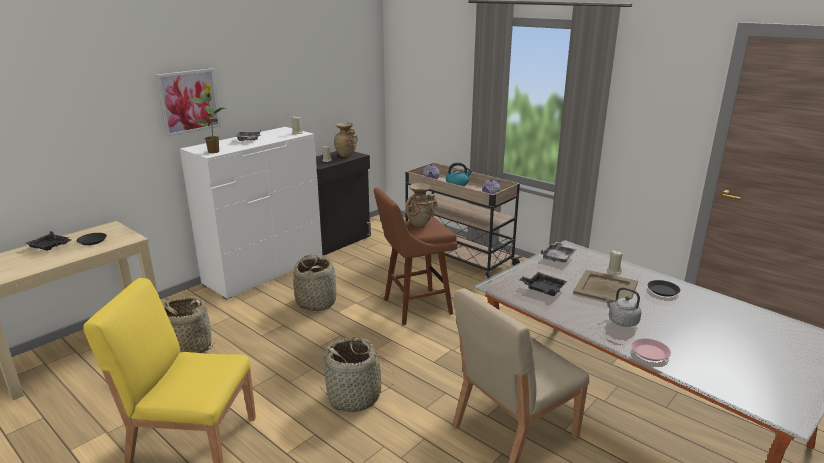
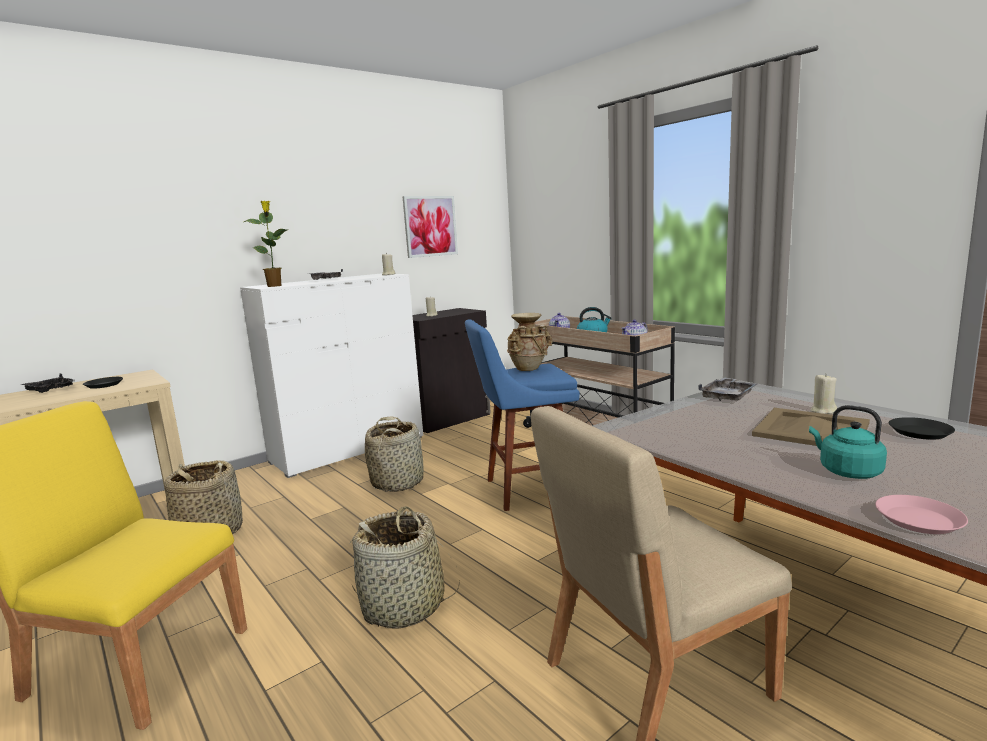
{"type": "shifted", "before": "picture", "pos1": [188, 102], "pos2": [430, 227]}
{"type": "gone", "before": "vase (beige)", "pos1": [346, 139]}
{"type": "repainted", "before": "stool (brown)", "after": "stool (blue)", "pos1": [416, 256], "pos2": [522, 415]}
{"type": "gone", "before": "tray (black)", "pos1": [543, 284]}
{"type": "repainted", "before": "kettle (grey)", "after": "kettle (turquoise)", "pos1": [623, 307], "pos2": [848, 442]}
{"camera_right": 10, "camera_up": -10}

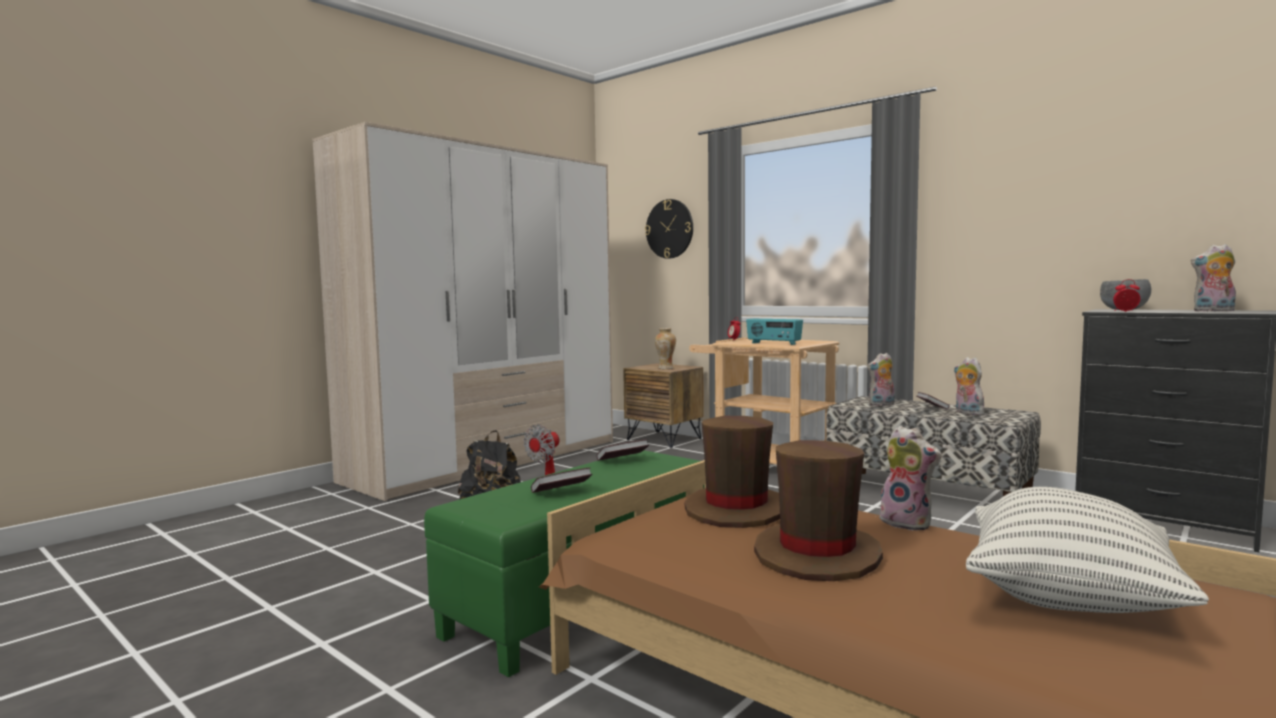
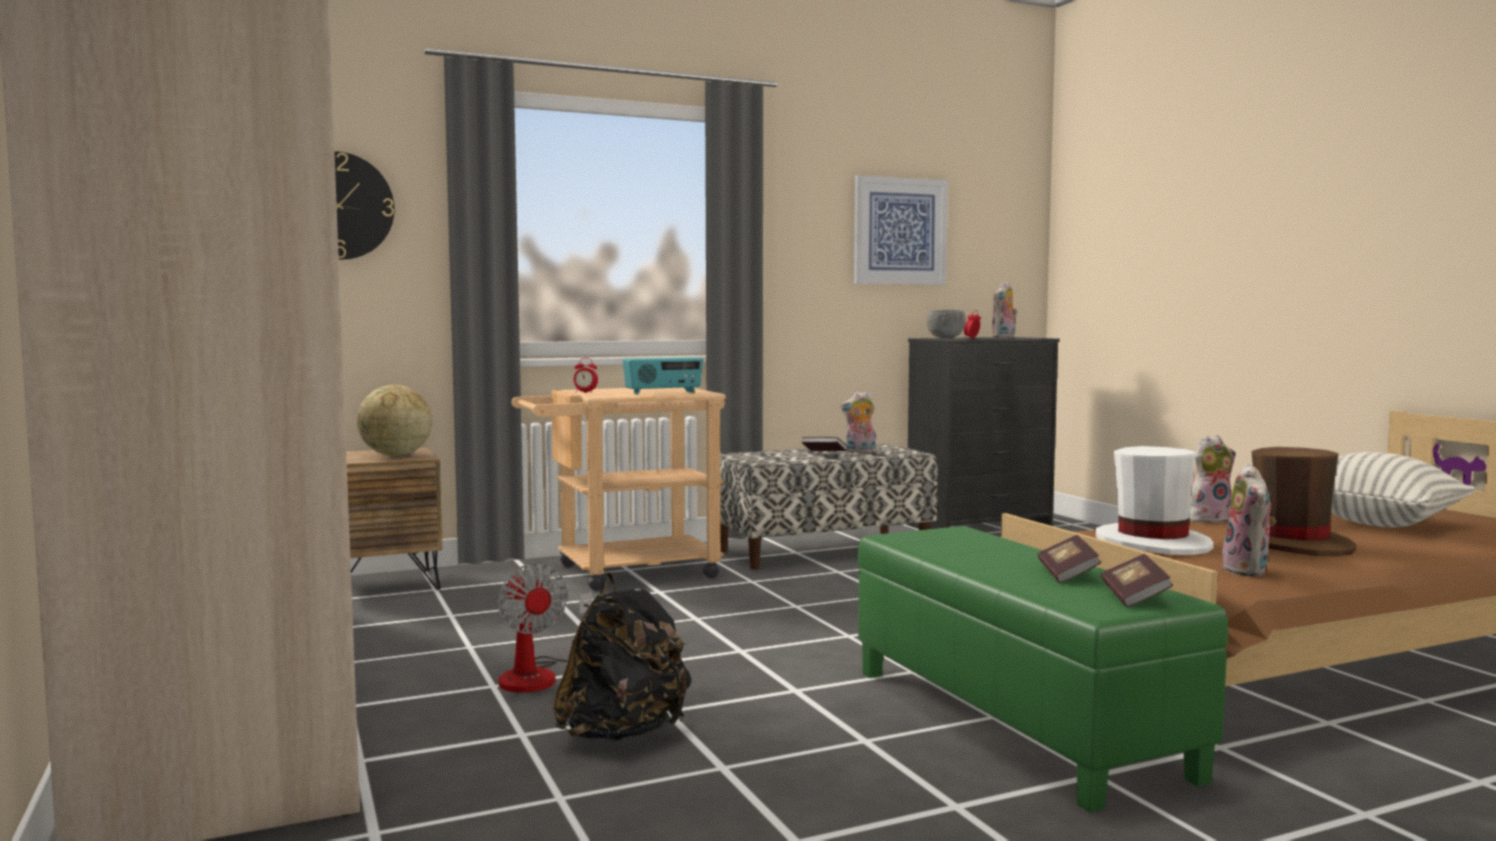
{"type": "swapped", "before": "vase", "after": "globe", "pos1": [665, 348], "pos2": [394, 420]}
{"type": "shifted", "before": "plush toy", "pos1": [881, 379], "pos2": [1249, 520]}
{"type": "repainted", "before": "hat (brown)", "after": "hat (white)", "pos1": [732, 472], "pos2": [1155, 500]}
{"type": "shifted", "before": "book", "pos1": [622, 450], "pos2": [1137, 580]}
{"type": "new", "after": "picture", "pos2": [901, 230]}
{"camera_right": -65, "camera_up": 0}

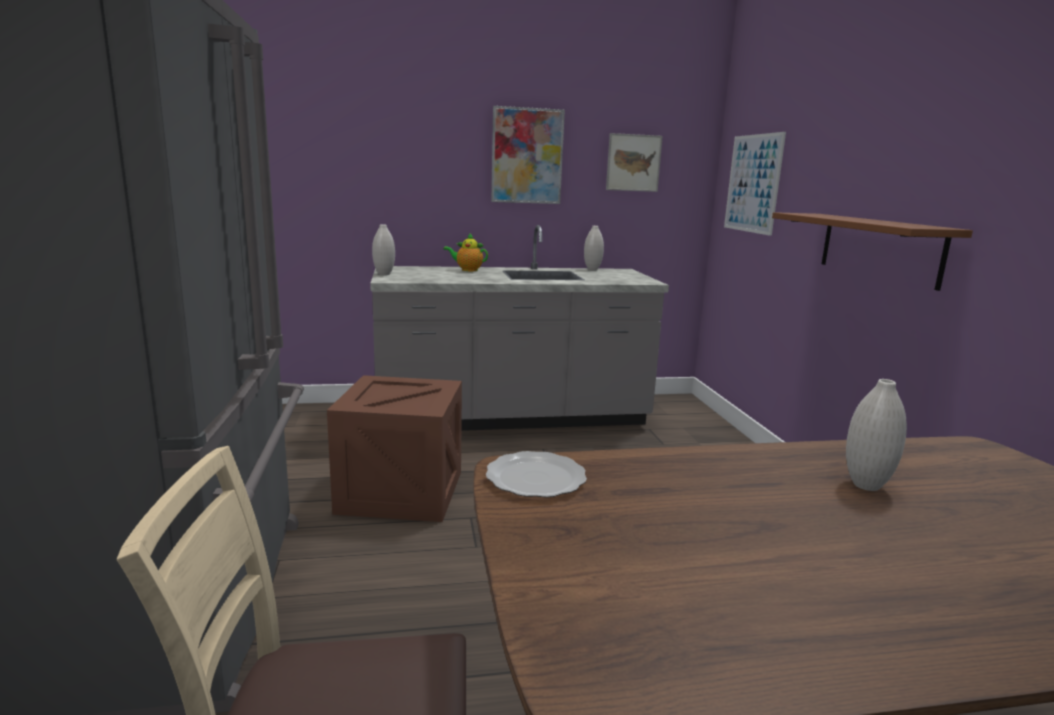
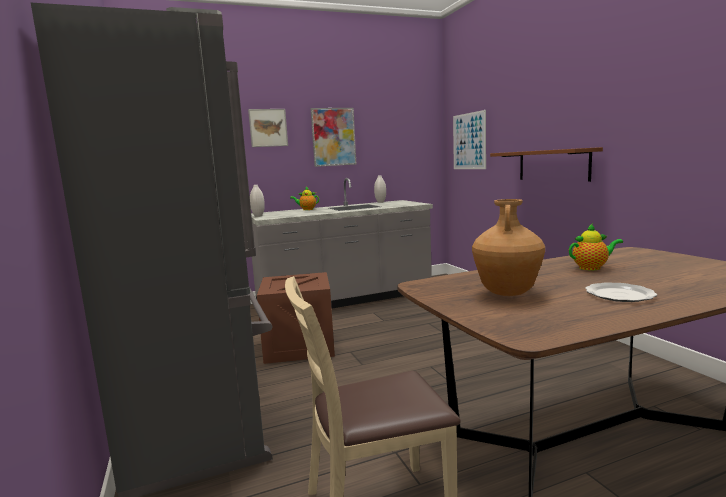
{"type": "shifted", "before": "picture", "pos1": [634, 162], "pos2": [268, 128]}
{"type": "swapped", "before": "vase (white)", "after": "teapot", "pos1": [876, 435], "pos2": [596, 247]}
{"type": "shifted", "before": "plate", "pos1": [536, 474], "pos2": [621, 292]}
{"type": "new", "after": "vase (brown)", "pos2": [508, 247]}
{"camera_right": -10, "camera_up": -5}

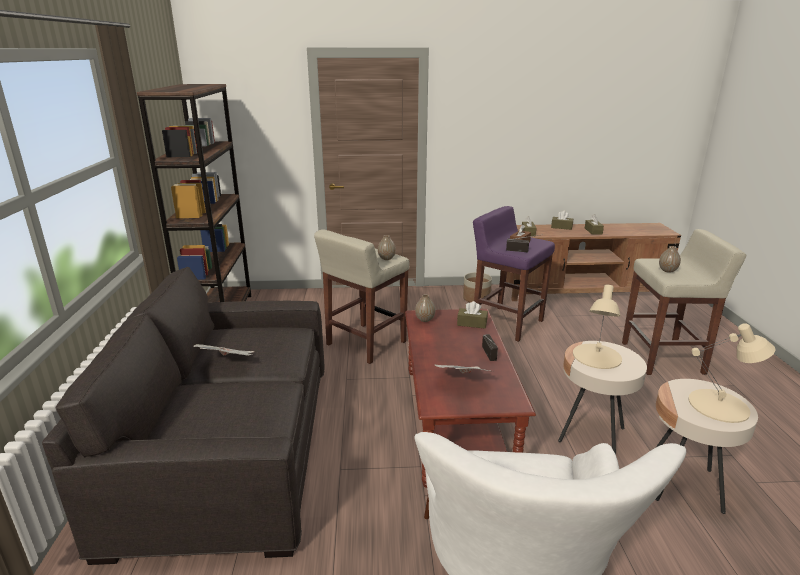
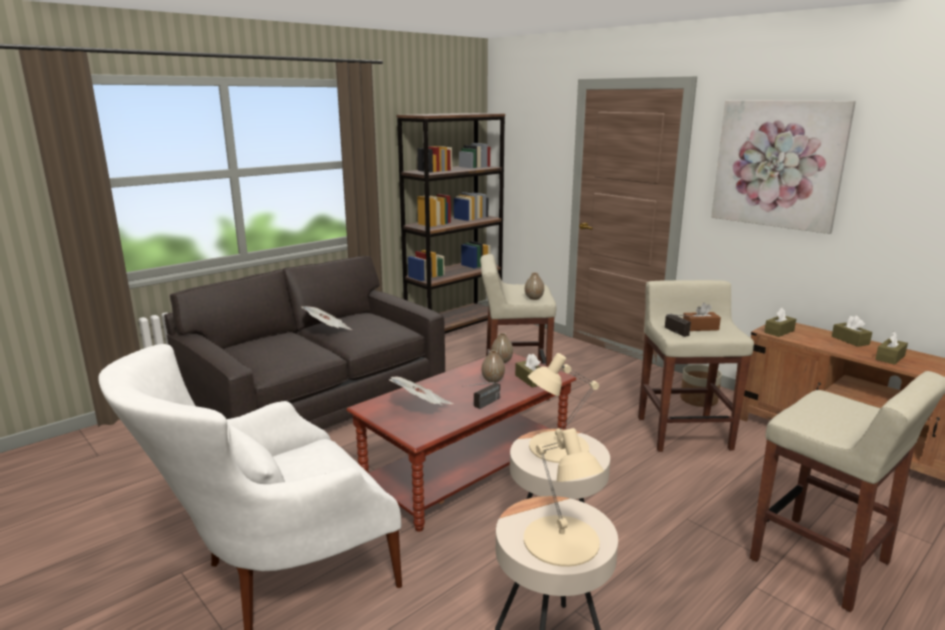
{"type": "repainted", "before": "stool (purple)", "after": "stool (beige)", "pos1": [514, 274], "pos2": [696, 366]}
{"type": "shifted", "before": "vase", "pos1": [670, 259], "pos2": [493, 366]}
{"type": "new", "after": "picture", "pos2": [783, 167]}
{"camera_right": 50, "camera_up": -5}

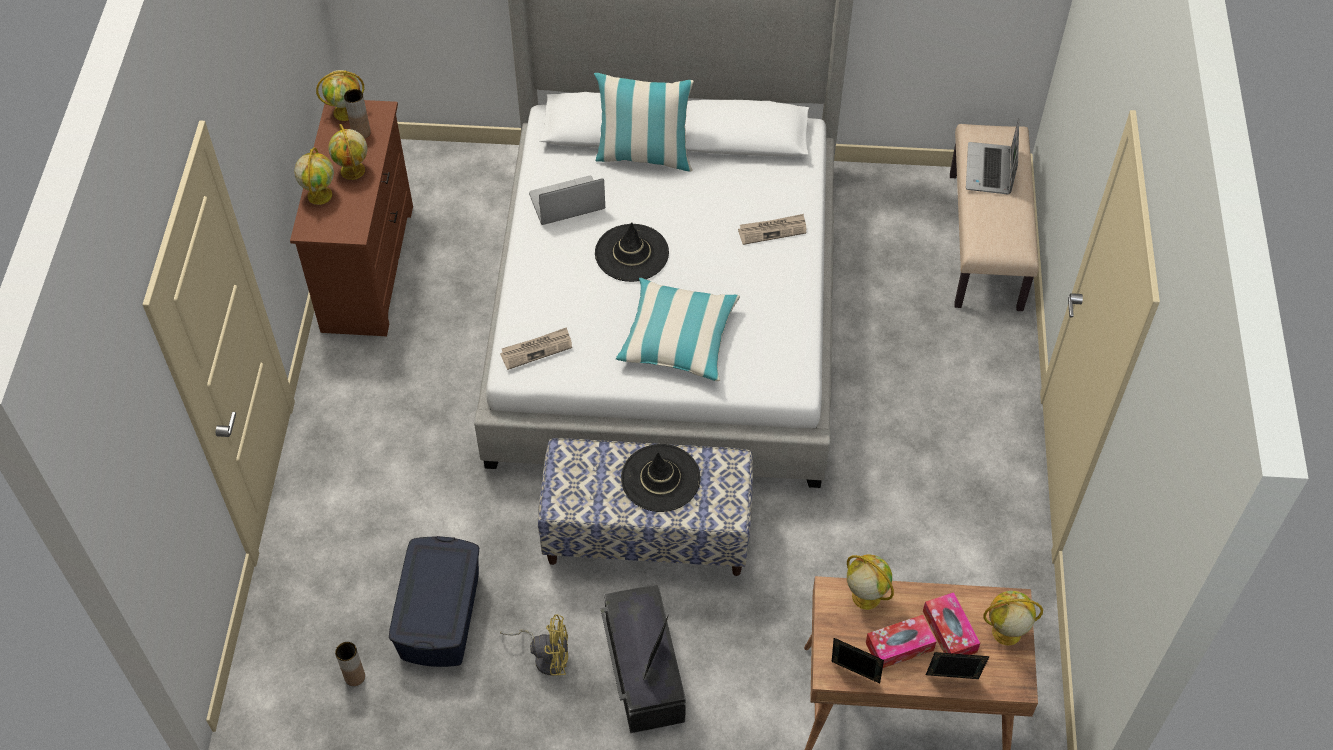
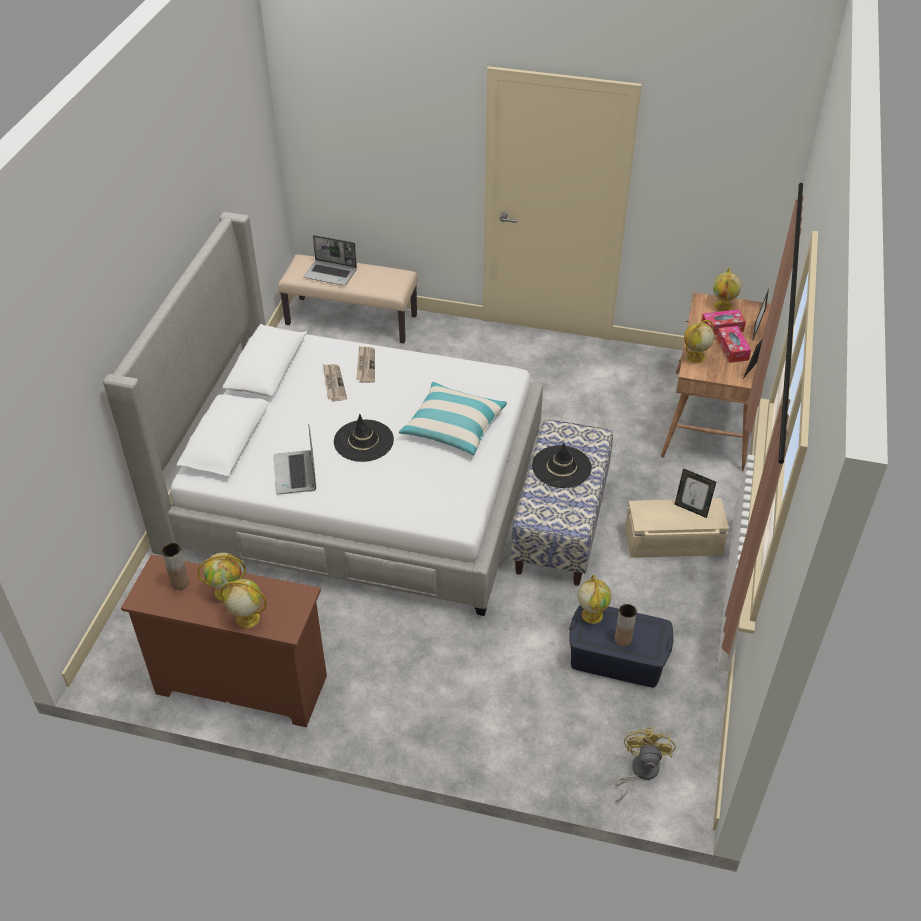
{"type": "shifted", "before": "globe", "pos1": [340, 95], "pos2": [595, 599]}
{"type": "gone", "before": "pillow", "pos1": [644, 122]}
{"type": "shifted", "before": "newspaper", "pos1": [536, 348], "pos2": [335, 382]}
{"type": "repainted", "before": "storage box (black)", "after": "storage box (beige)", "pos1": [643, 658], "pos2": [677, 528]}
{"type": "shifted", "before": "fan (yellow)", "pos1": [534, 645], "pos2": [645, 764]}
{"type": "shifted", "before": "vase (brown)", "pos1": [350, 664], "pos2": [626, 625]}
{"camera_right": -80, "camera_up": -10}

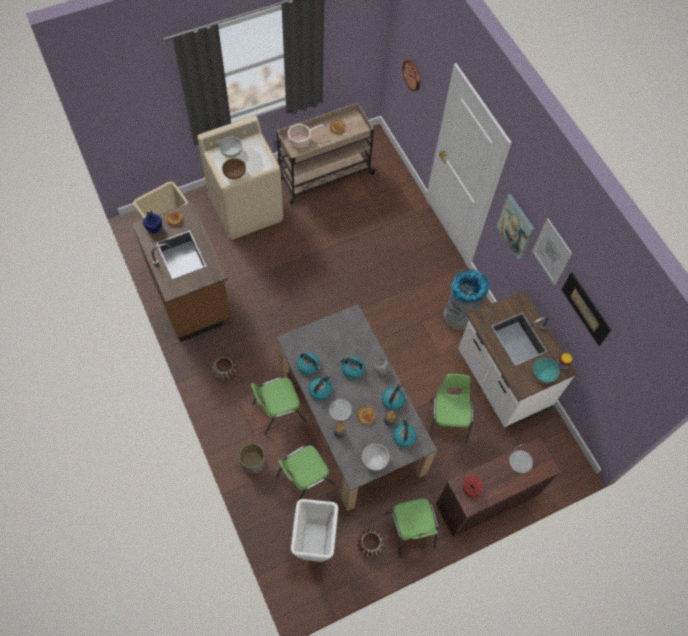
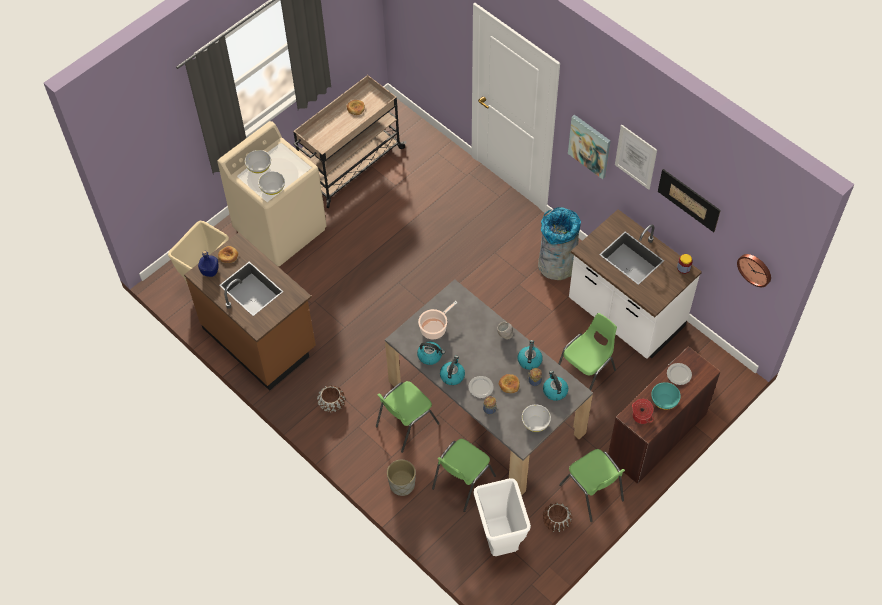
{"type": "shifted", "before": "wall clock", "pos1": [411, 76], "pos2": [754, 270]}
{"type": "shifted", "before": "cooking pot", "pos1": [306, 136], "pos2": [438, 320]}
{"type": "repainted", "before": "bowl (brown)", "after": "bowl (white)", "pos1": [234, 169], "pos2": [271, 183]}
{"type": "gone", "before": "kettle", "pos1": [352, 368]}
{"type": "shifted", "before": "bowl (turquoise)", "pos1": [546, 370], "pos2": [666, 395]}
{"type": "rotated", "before": "chair (green)", "pos1": [451, 408], "pos2": [587, 351], "turn": 60}
{"camera_right": -15, "camera_up": -5}

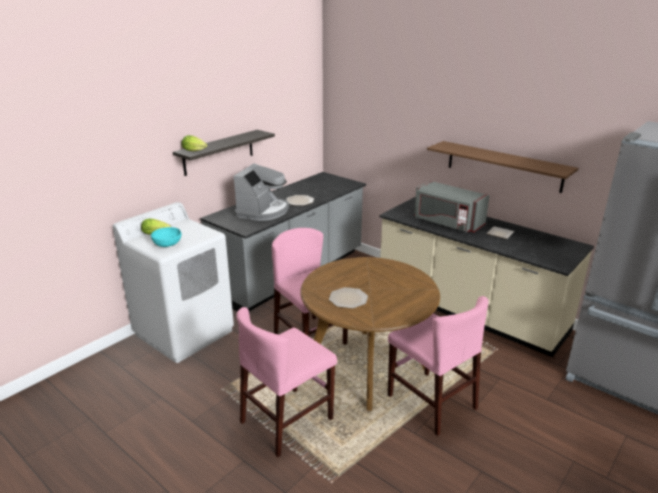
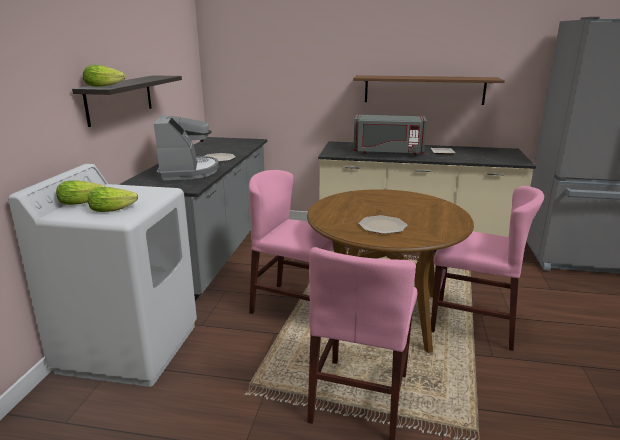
{"type": "swapped", "before": "bowl (turquoise)", "after": "lettuce", "pos1": [166, 237], "pos2": [113, 199]}
{"camera_right": -30, "camera_up": -5}

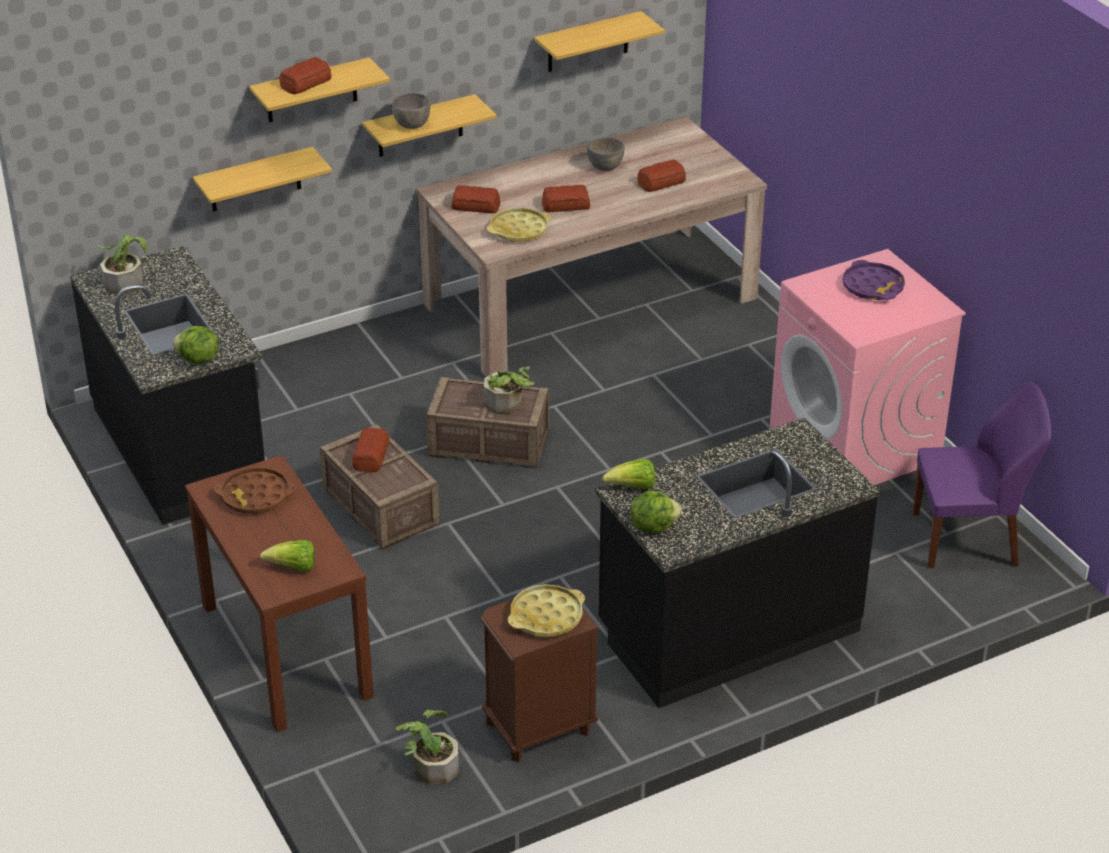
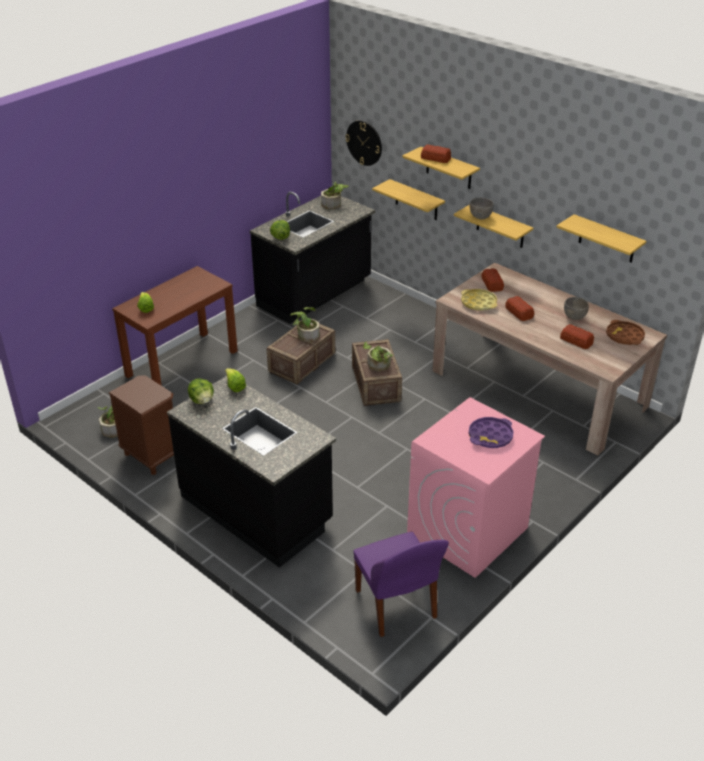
{"type": "swapped", "before": "bread", "after": "potted plant", "pos1": [371, 450], "pos2": [305, 324]}
{"type": "shifted", "before": "tray (brown)", "pos1": [255, 490], "pos2": [625, 332]}
{"type": "gone", "before": "tray (yellow)", "pos1": [546, 610]}
{"type": "new", "after": "wall clock", "pos2": [363, 143]}
{"camera_right": 70, "camera_up": 0}

